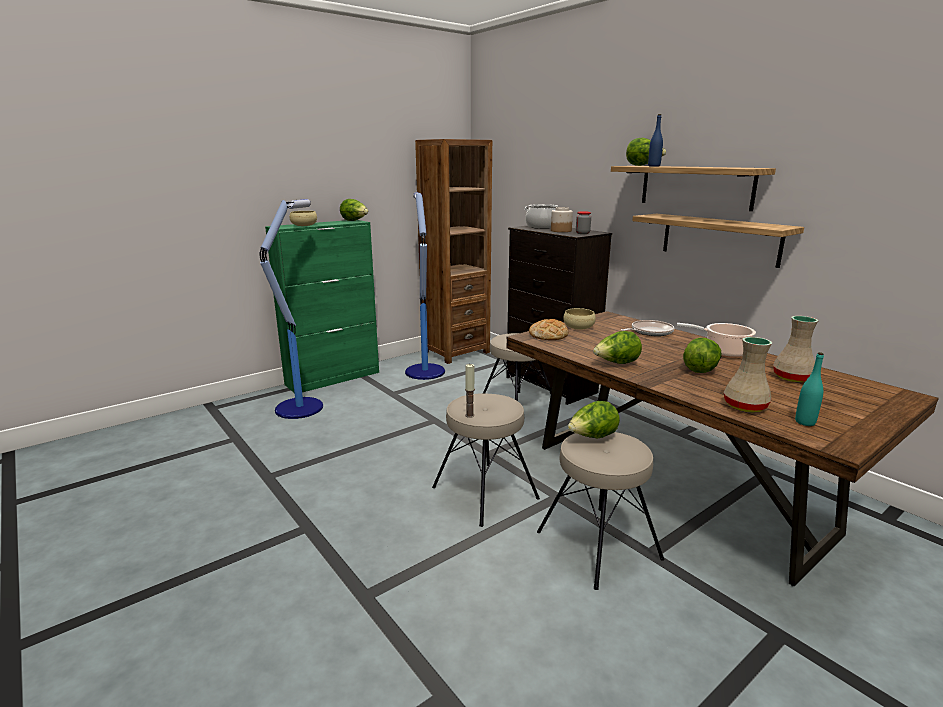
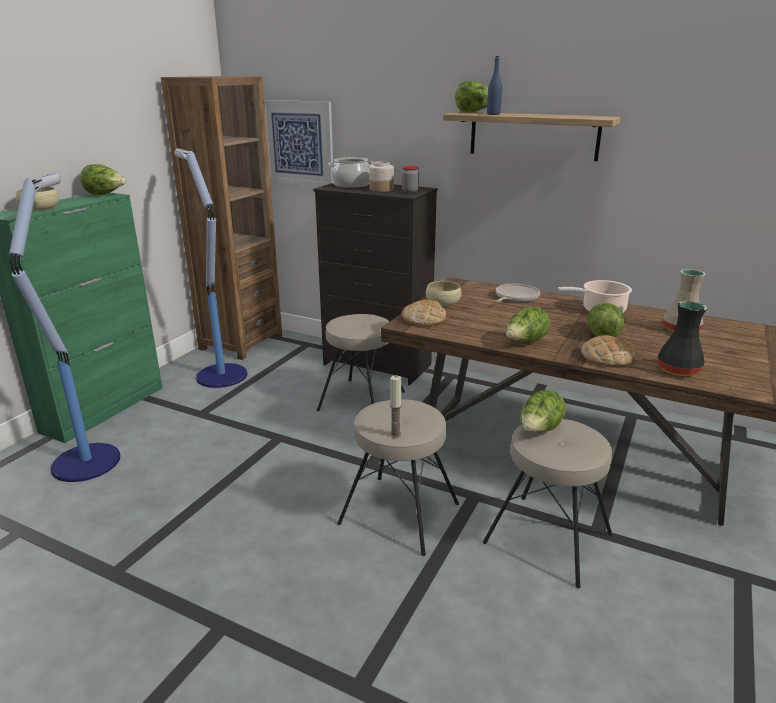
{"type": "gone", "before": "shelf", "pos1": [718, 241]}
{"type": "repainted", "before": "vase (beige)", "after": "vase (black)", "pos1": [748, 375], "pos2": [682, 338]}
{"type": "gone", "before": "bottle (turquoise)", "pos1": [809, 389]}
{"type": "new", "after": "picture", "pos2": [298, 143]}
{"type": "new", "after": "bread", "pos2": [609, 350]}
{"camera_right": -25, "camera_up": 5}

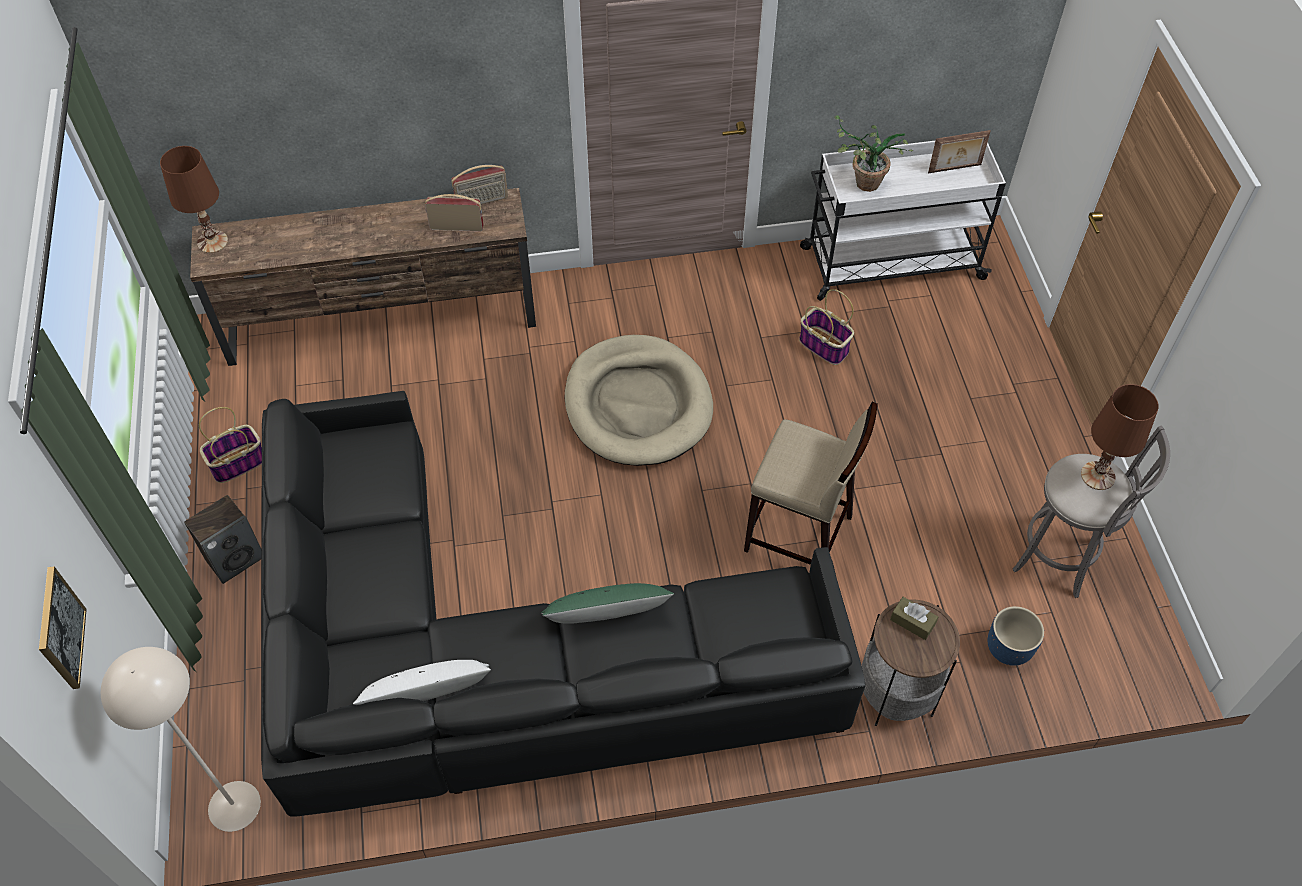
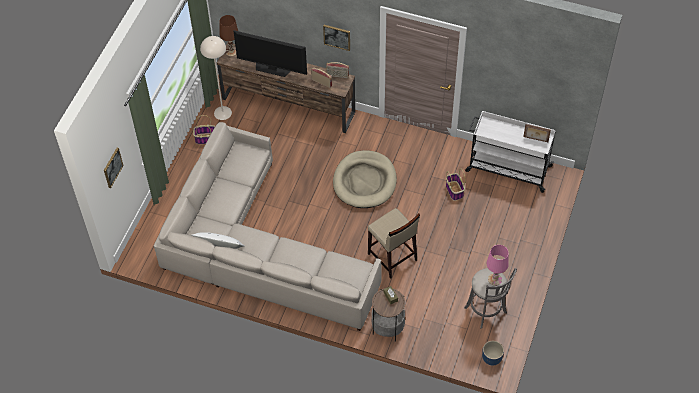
{"type": "gone", "before": "potted plant", "pos1": [873, 153]}
{"type": "repainted", "before": "table lamp (brown)", "after": "table lamp (pink)", "pos1": [1120, 437], "pos2": [498, 265]}
{"type": "repainted", "before": "sofa (black)", "after": "sofa (beige)", "pos1": [563, 604], "pos2": [268, 226]}
{"type": "gone", "before": "speaker", "pos1": [222, 539]}
{"type": "gone", "before": "pillow (green)", "pos1": [607, 603]}
{"type": "shifted", "before": "planter (blue)", "pos1": [1015, 636], "pos2": [493, 353]}
{"type": "shifted", "before": "floor lamp (beige)", "pos1": [181, 739], "pos2": [216, 78]}
{"type": "new", "after": "picture", "pos2": [336, 38]}
{"type": "new", "after": "television", "pos2": [270, 53]}
{"camera_right": 30, "camera_up": 0}

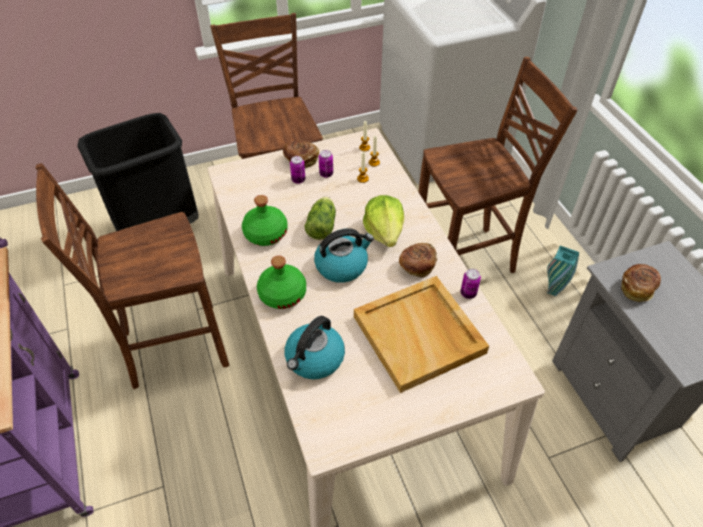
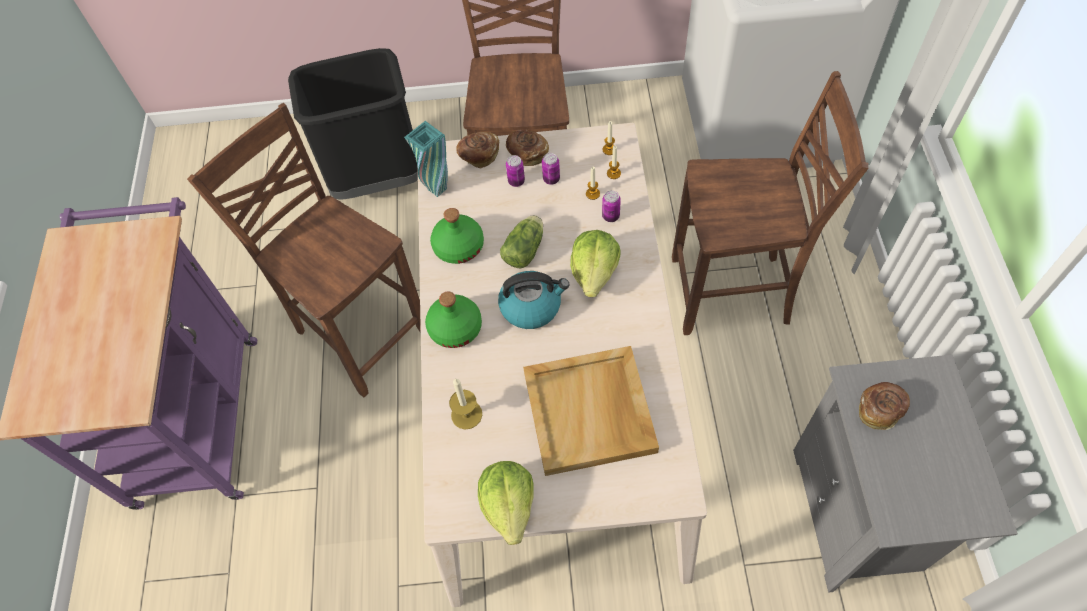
{"type": "rotated", "before": "chair (brown)", "pos1": [132, 276], "pos2": [304, 250], "turn": 45}
{"type": "shifted", "before": "bread", "pos1": [418, 260], "pos2": [477, 150]}
{"type": "shifted", "before": "vase (turquoise)", "pos1": [563, 271], "pos2": [426, 159]}
{"type": "shifted", "before": "can", "pos1": [470, 284], "pos2": [611, 206]}
{"type": "swapped", "before": "kettle", "after": "candle", "pos1": [315, 347], "pos2": [465, 403]}
{"type": "new", "after": "lettuce", "pos2": [506, 503]}
{"camera_right": 20, "camera_up": 10}

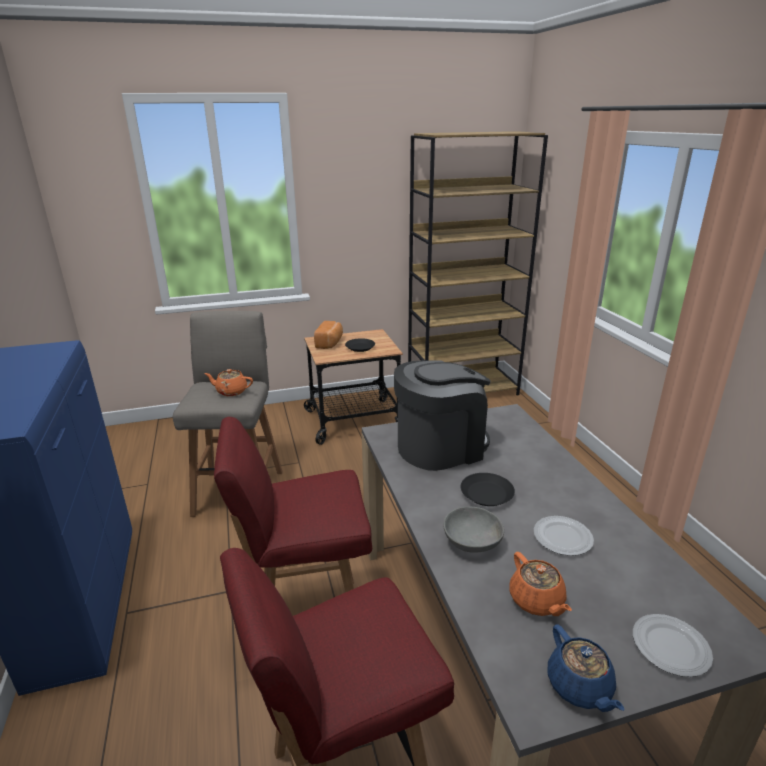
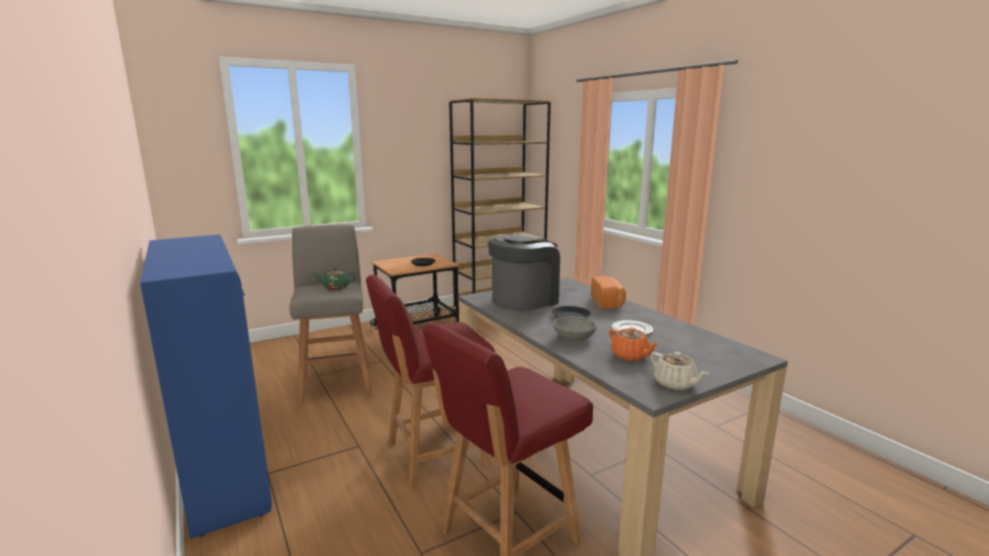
{"type": "shifted", "before": "bread", "pos1": [328, 335], "pos2": [608, 292]}
{"type": "repainted", "before": "teapot (orange)", "after": "teapot (green)", "pos1": [228, 382], "pos2": [334, 279]}
{"type": "gone", "before": "plate", "pos1": [673, 645]}
{"type": "repainted", "before": "teapot (blue)", "after": "teapot (beige)", "pos1": [586, 668], "pos2": [679, 371]}
{"camera_right": -15, "camera_up": -10}

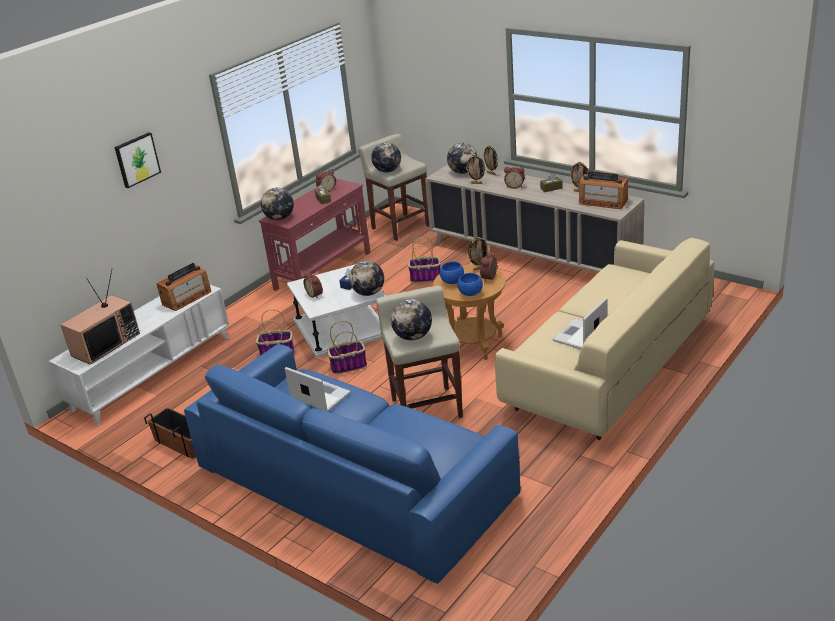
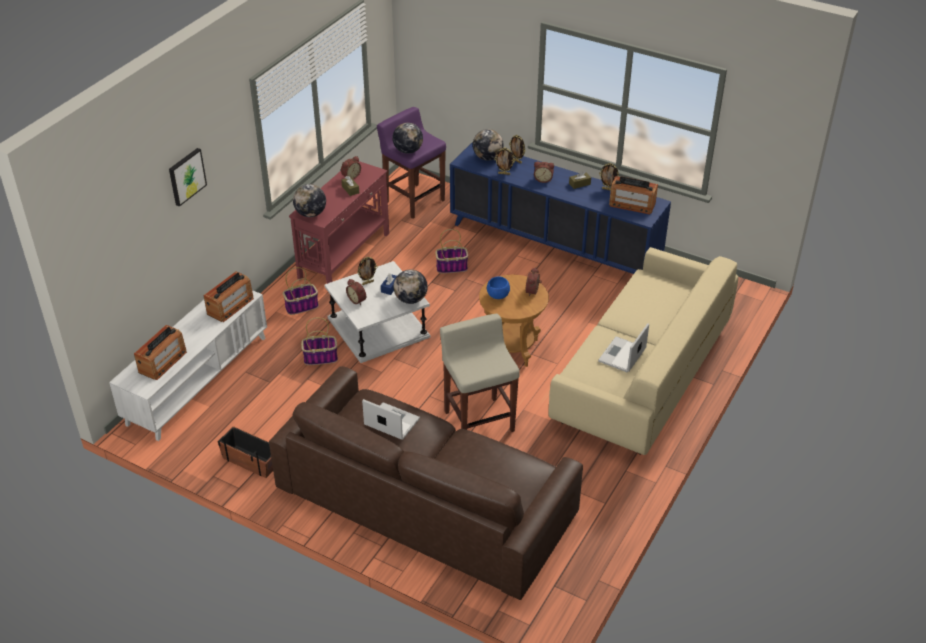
{"type": "repainted", "before": "stool (beige)", "after": "stool (purple)", "pos1": [393, 187], "pos2": [411, 163]}
{"type": "repainted", "before": "cabinet (beige)", "after": "cabinet (blue)", "pos1": [535, 218], "pos2": [560, 208]}
{"type": "shifted", "before": "picture frame", "pos1": [478, 254], "pos2": [367, 271]}
{"type": "swapped", "before": "television", "after": "radio", "pos1": [100, 316], "pos2": [160, 352]}
{"type": "gone", "before": "bowl (blue)", "pos1": [470, 284]}
{"type": "gone", "before": "globe", "pos1": [411, 319]}
{"type": "shifted", "before": "basket", "pos1": [347, 347], "pos2": [301, 291]}
{"type": "repainted", "before": "sofa (blue)", "after": "sofa (brown)", "pos1": [352, 464], "pos2": [426, 483]}
{"camera_right": -10, "camera_up": 10}

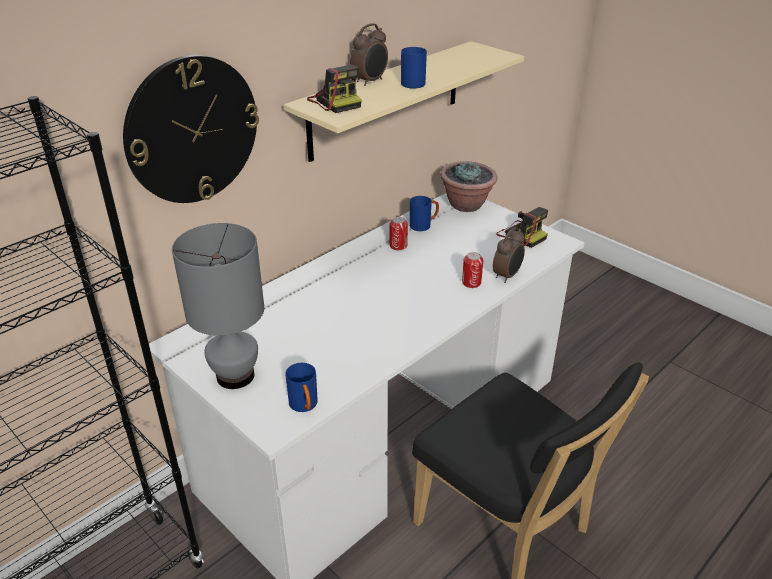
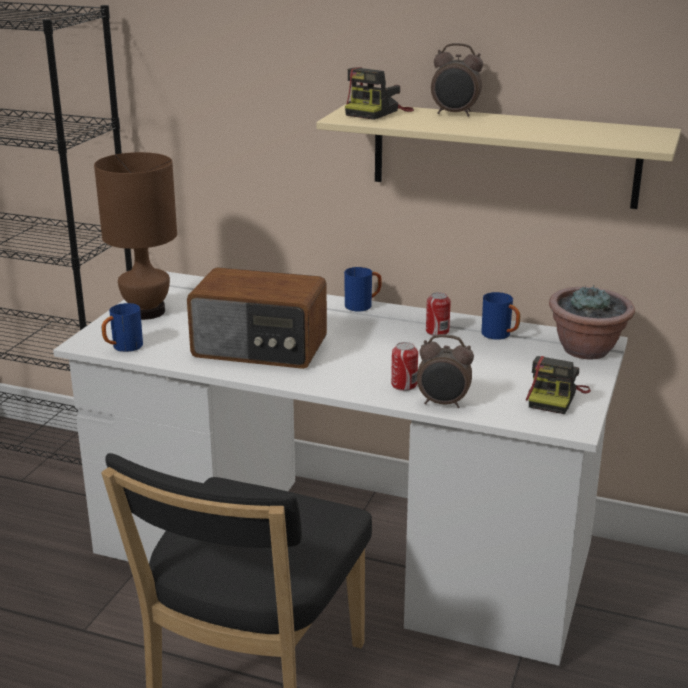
{"type": "shifted", "before": "mug (blue)", "pos1": [414, 68], "pos2": [363, 289]}
{"type": "gone", "before": "wall clock", "pos1": [191, 129]}
{"type": "repainted", "before": "table lamp (grey)", "after": "table lamp (brown)", "pos1": [218, 306], "pos2": [135, 236]}
{"type": "new", "after": "radio", "pos2": [257, 318]}
{"camera_right": 65, "camera_up": -10}

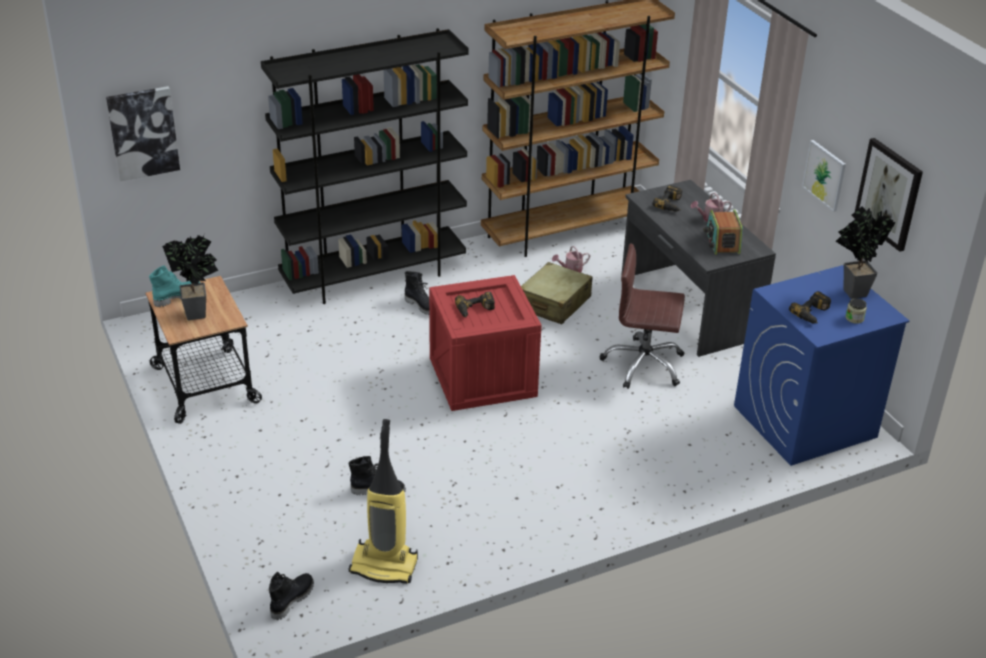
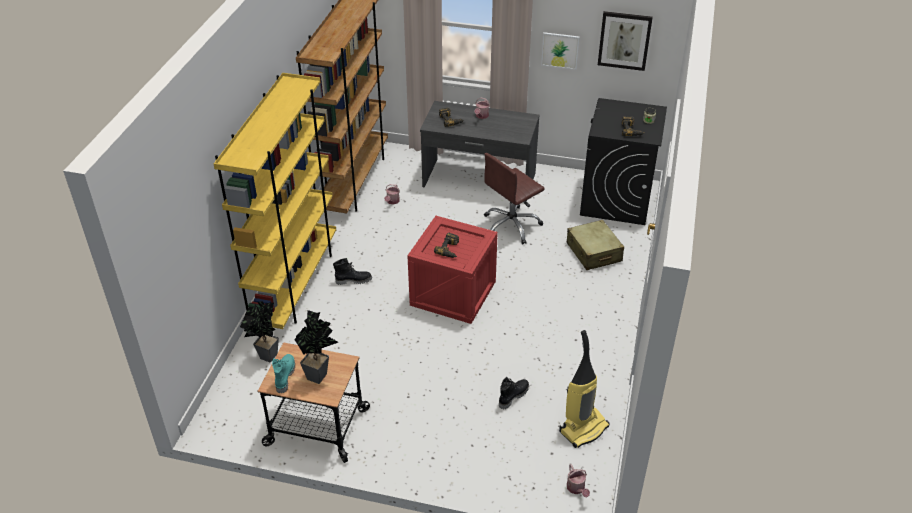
{"type": "repainted", "before": "bookcase (black)", "after": "bookcase (yellow)", "pos1": [365, 166], "pos2": [274, 201]}
{"type": "gone", "before": "picture", "pos1": [143, 133]}
{"type": "shifted", "before": "potted plant", "pos1": [865, 253], "pos2": [259, 331]}
{"type": "gone", "before": "radio", "pos1": [723, 232]}
{"type": "shifted", "before": "suitcase (beige)", "pos1": [557, 293], "pos2": [595, 245]}
{"type": "repainted", "before": "washing machine (blue)", "after": "washing machine (black)", "pos1": [822, 365], "pos2": [623, 161]}
{"type": "swapped", "before": "boot (black)", "after": "watering can", "pos1": [291, 595], "pos2": [578, 480]}
{"camera_right": -50, "camera_up": 5}

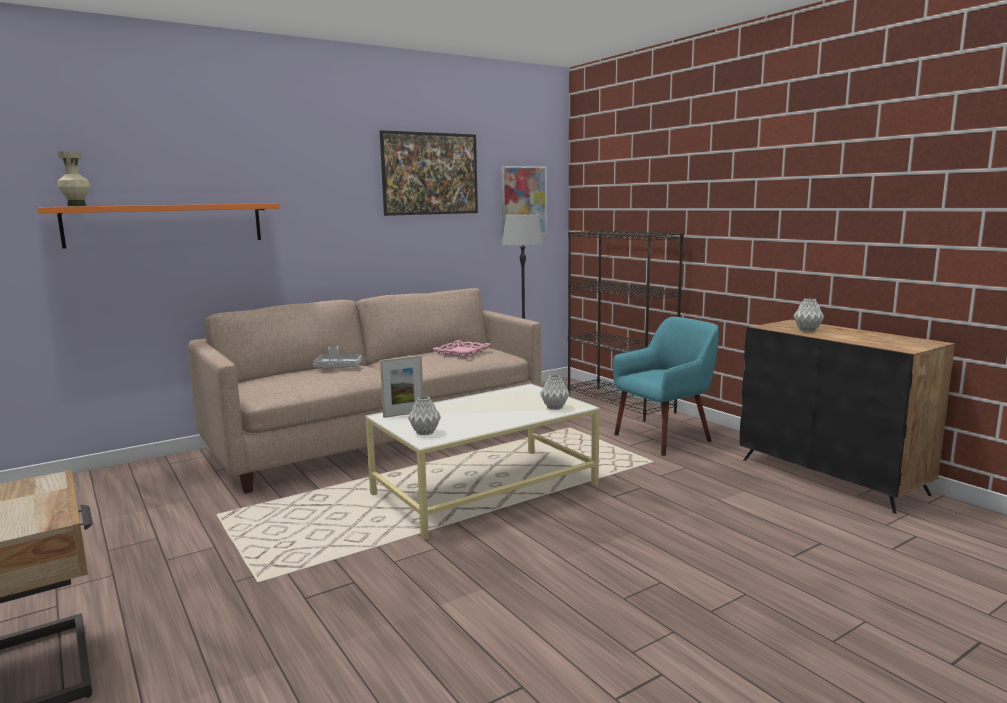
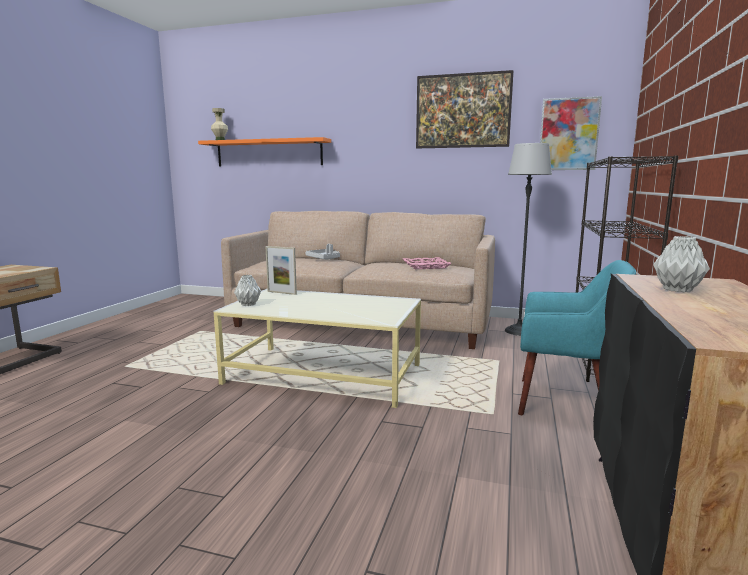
{"type": "gone", "before": "vase (grey)", "pos1": [555, 392]}
{"camera_right": 50, "camera_up": 0}

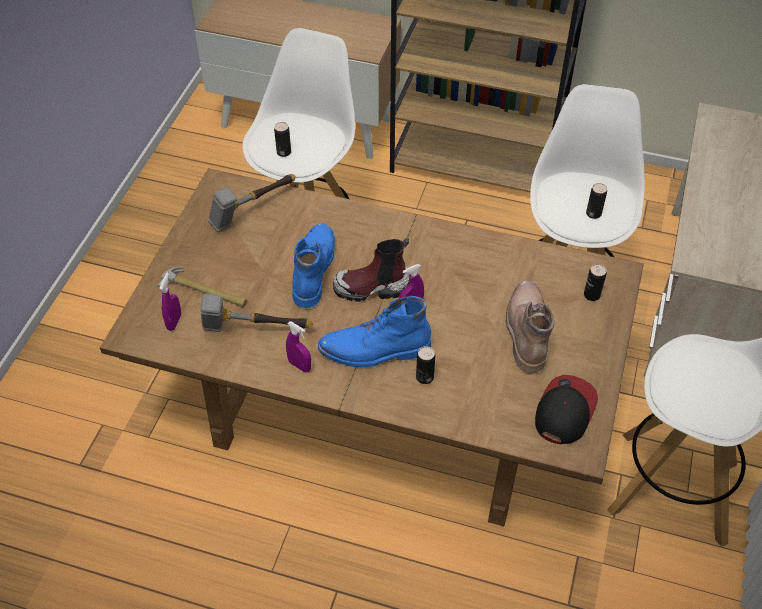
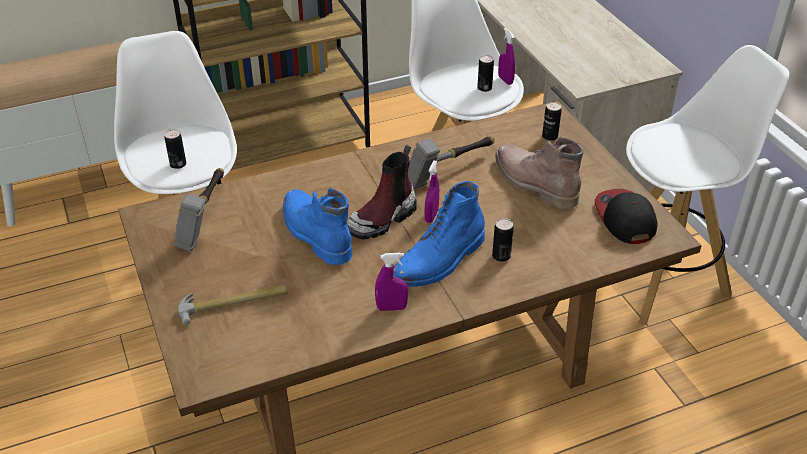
{"type": "shifted", "before": "spray bottle (purple)", "pos1": [170, 301], "pos2": [506, 56]}
{"type": "shifted", "before": "hammer", "pos1": [256, 312], "pos2": [451, 162]}
{"camera_right": -40, "camera_up": -10}

